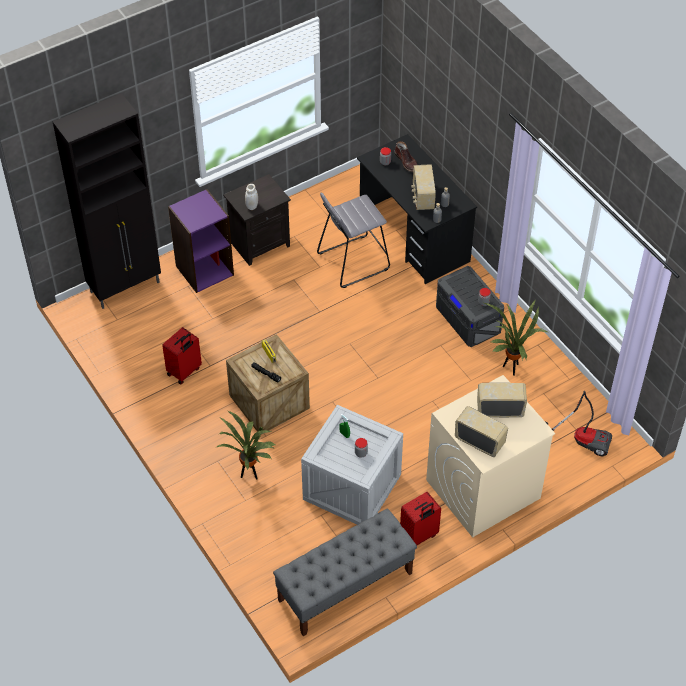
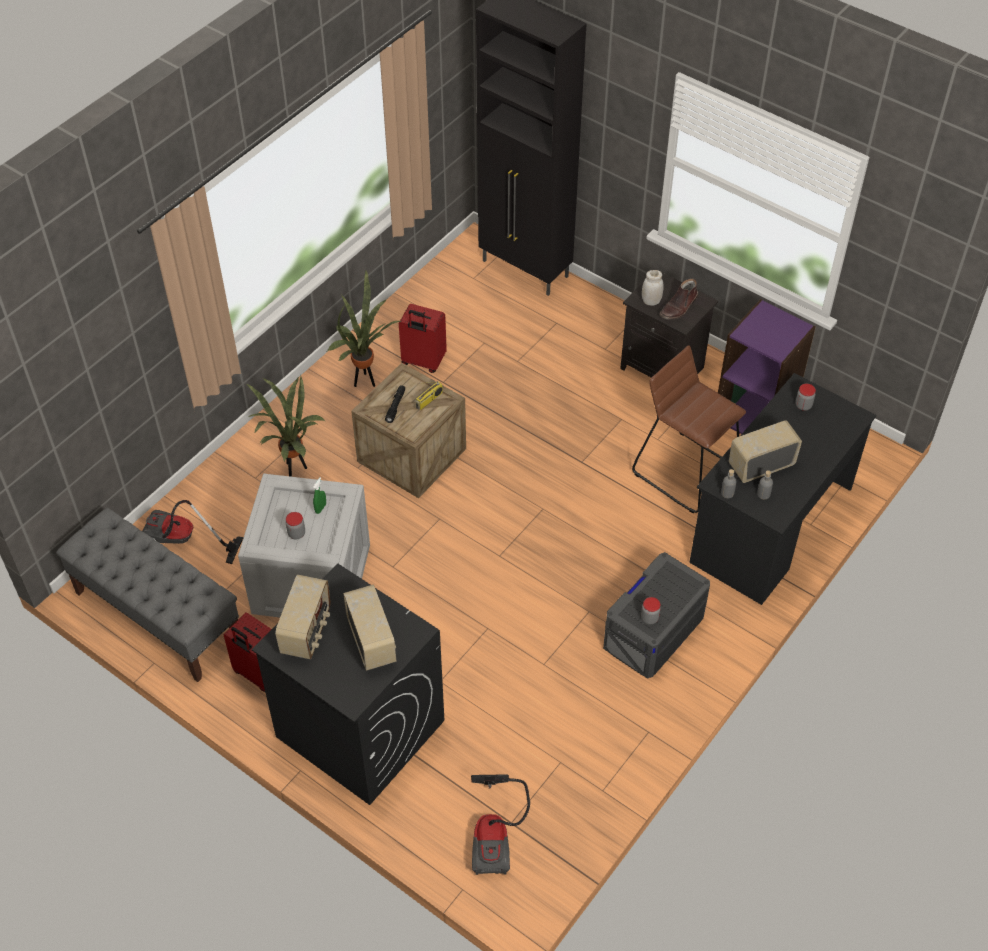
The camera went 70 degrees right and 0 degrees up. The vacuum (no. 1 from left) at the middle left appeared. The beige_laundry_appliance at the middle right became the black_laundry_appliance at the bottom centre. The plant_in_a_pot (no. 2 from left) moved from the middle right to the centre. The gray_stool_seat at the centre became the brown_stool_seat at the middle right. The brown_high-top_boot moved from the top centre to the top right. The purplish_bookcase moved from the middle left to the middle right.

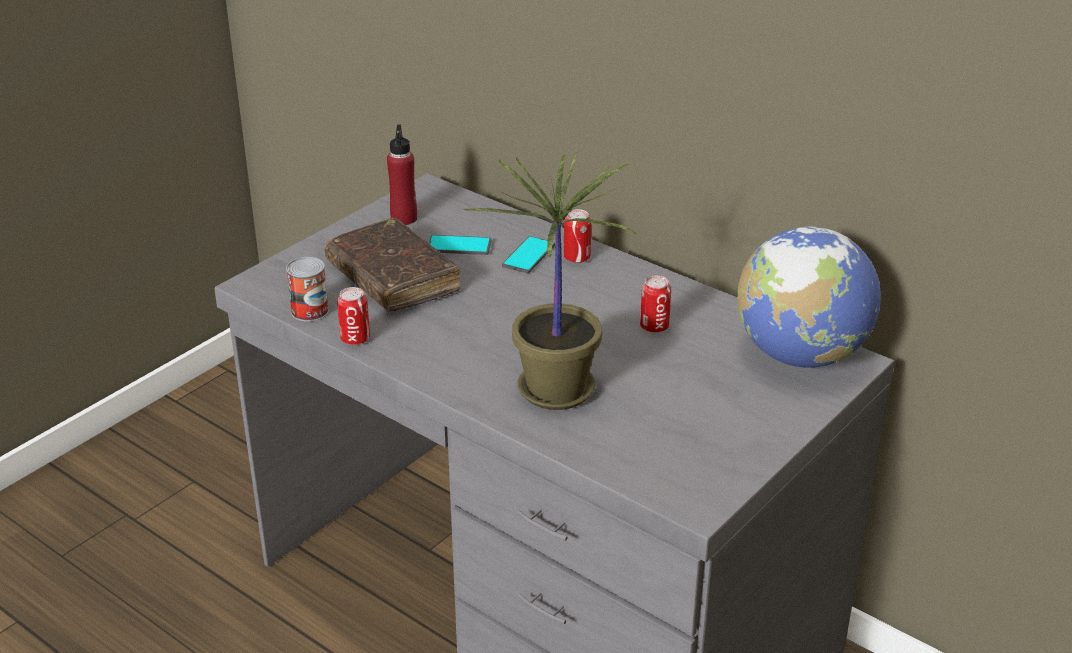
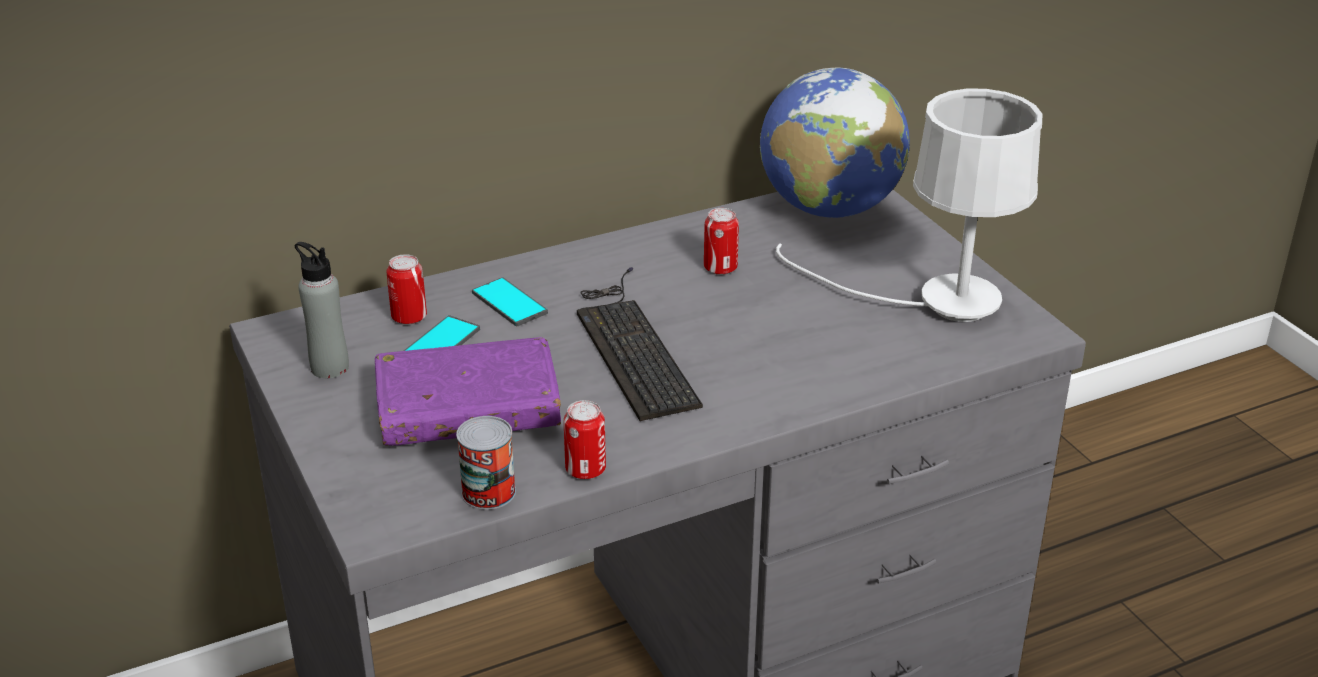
The camera went 65 degrees left and 0 degrees up. The red-coloured_beverage_bottle at the top centre became the gray_beverage_bottle at the middle left. The brown_book at the centre became the purplish_book at the centre. The sealed_can (no. 3 from left in the first image) moved from the centre to the middle left. The keyboard at the centre appeared. The white-coloured_table_lamp at the top right appeared. The plant_in_a_pot at the centre disappeared.

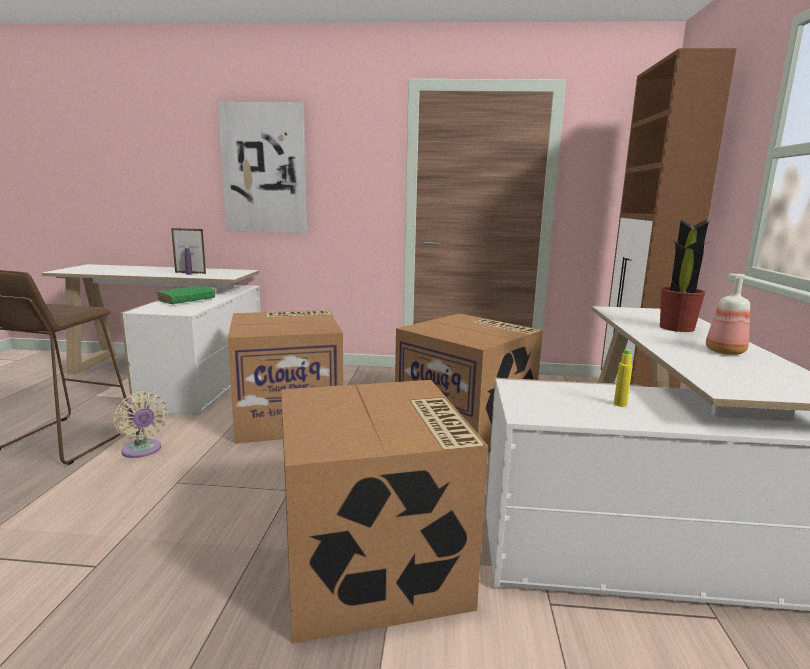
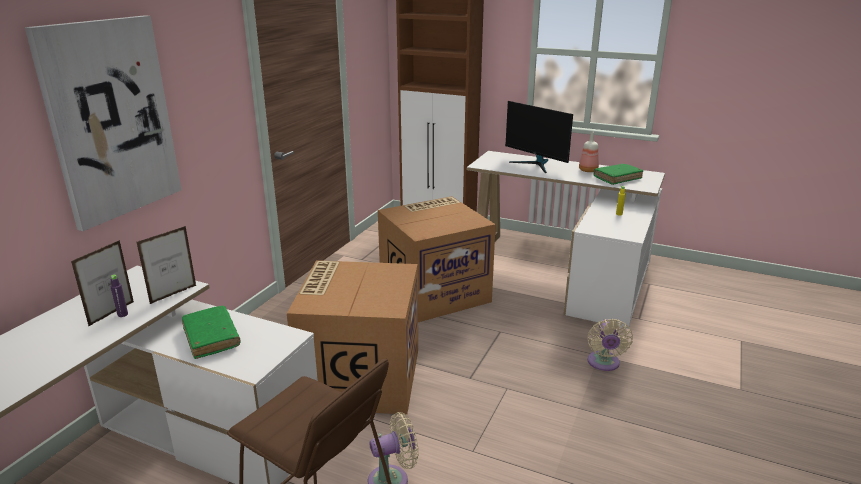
The camera went 70 degrees left and 10 degrees up. The picture_frame (no. 2 from left) at the middle left appeared. The plant_in_a_pot at the middle right was replaced by the monitor at the top centre. The packing_box (no. 2 from left) at the bottom centre was replaced by the beige_fan (no. 2 from left) at the bottom right. The green_book (no. 2 from left) at the middle right appeared.

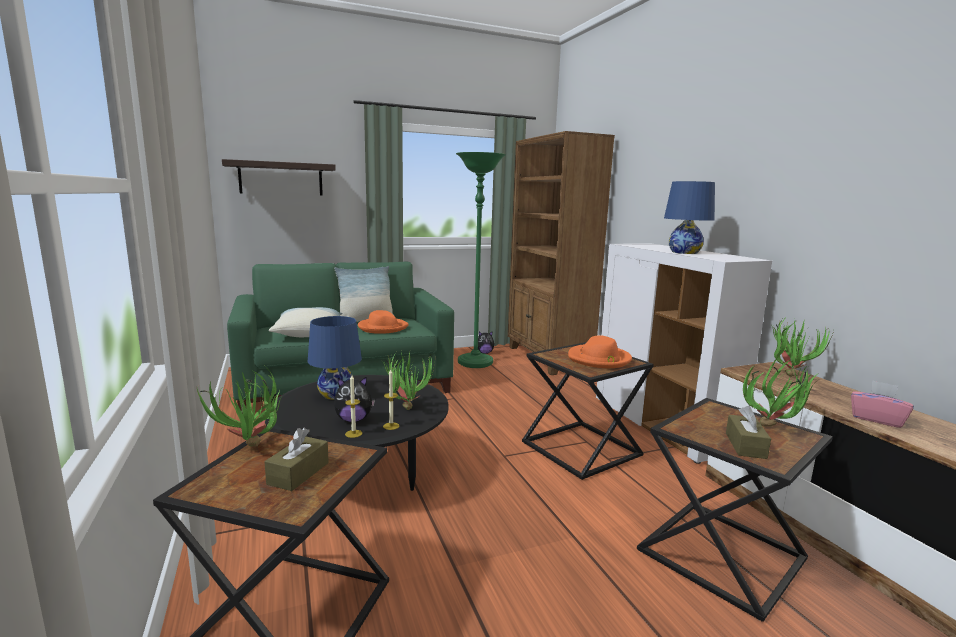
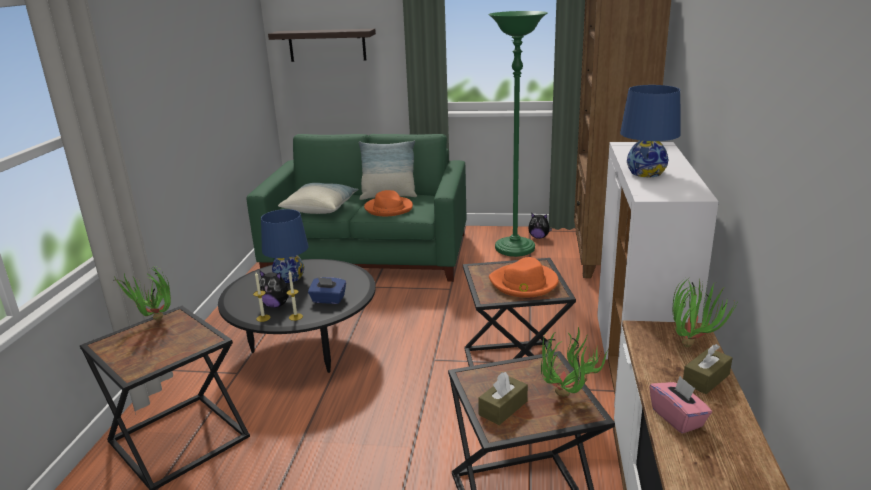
The camera went 30 degrees right and 10 degrees up. The plant_in_a_pot (no. 2 from left) at the centre was replaced by the blue_tissue_box at the centre. The brown_tissue_box (no. 1 from left in the first image) moved from the bottom left to the bottom right.

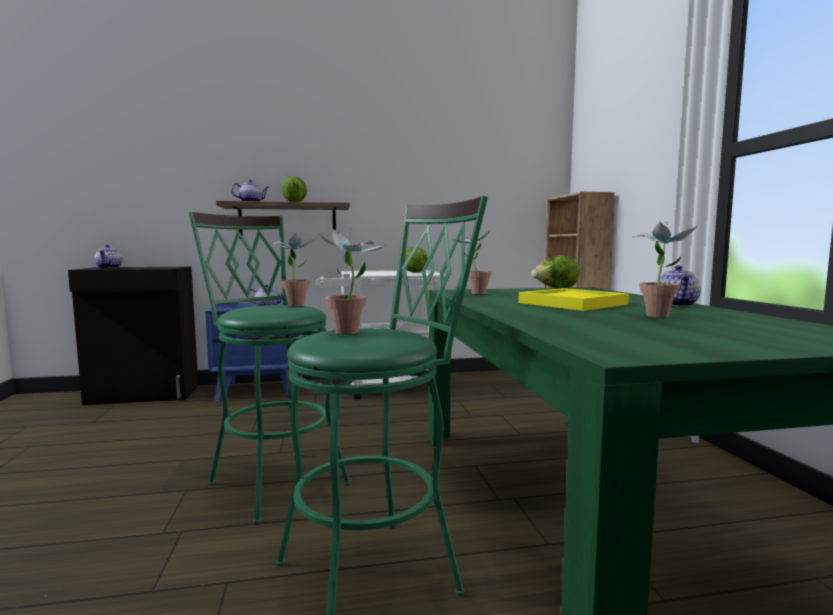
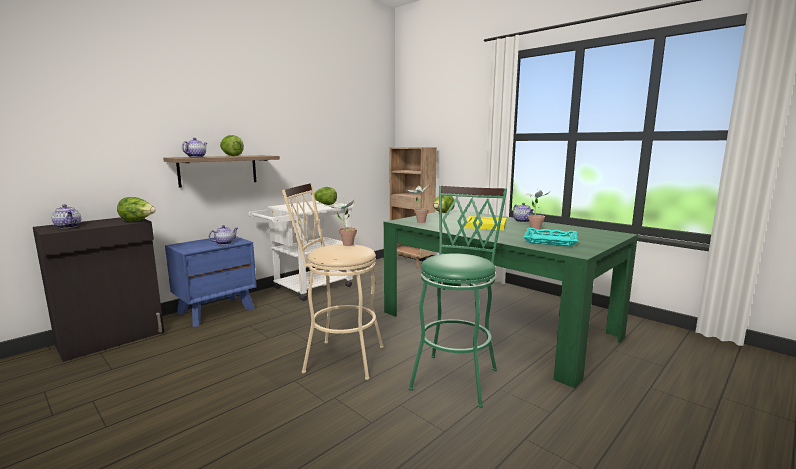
The camera went 35 degrees left and 5 degrees up. The lettuce (no. 1 from left) at the middle left appeared. The green_stool_seat (no. 1 from left) at the middle left became the beige_stool_seat at the centre. The blue-green_serving_tray at the middle right appeared. The plant_in_a_pot (no. 2 from left) at the centre disappeared.

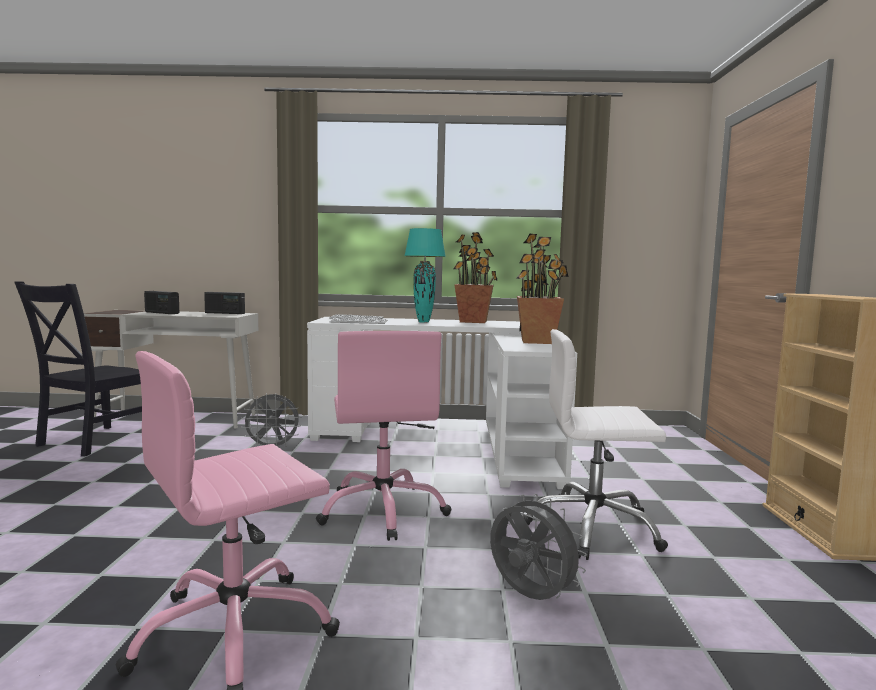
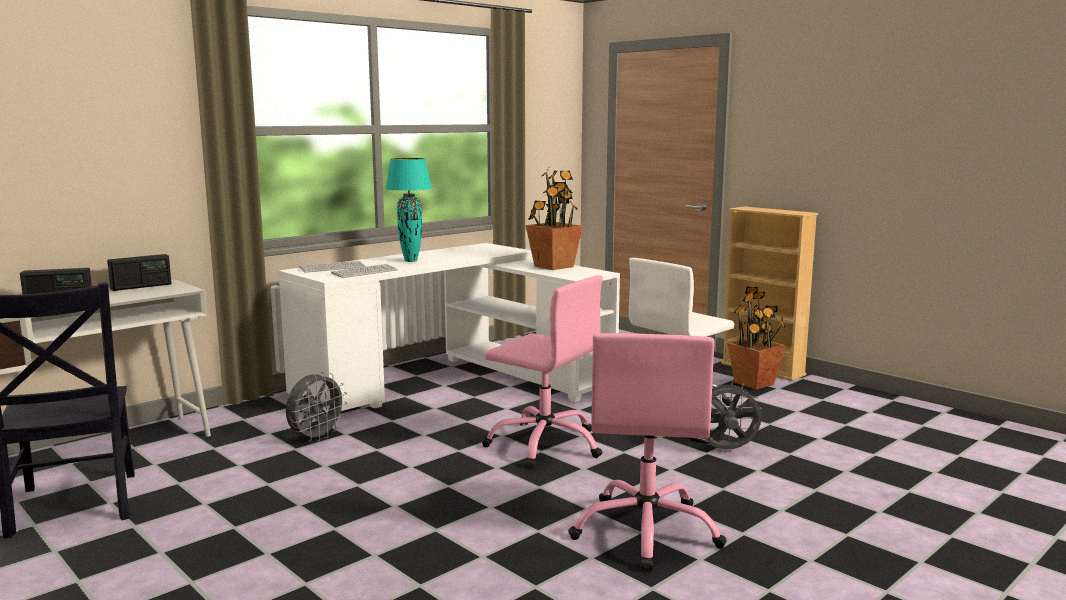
The camera went 45 degrees left and 5 degrees up. The plant_in_a_pot (no. 1 from left in the first image) moved from the centre to the middle right.

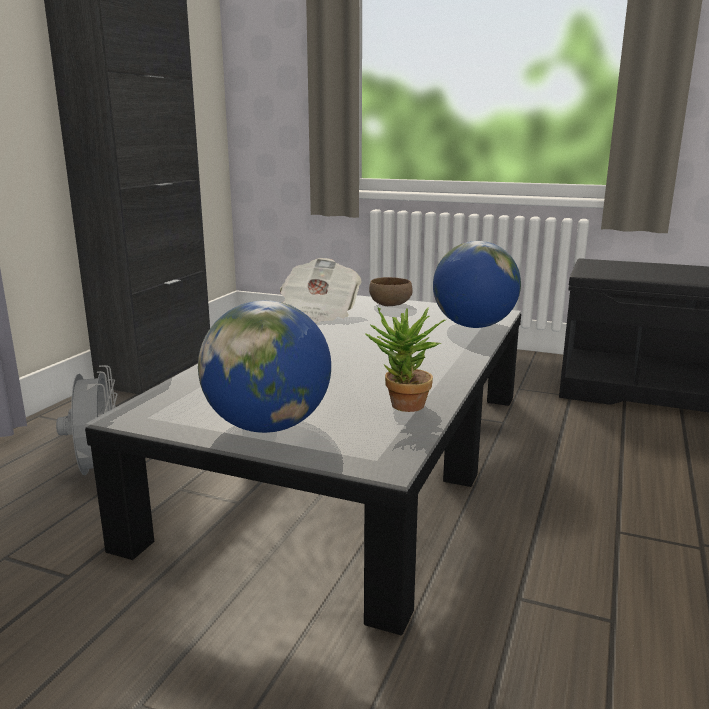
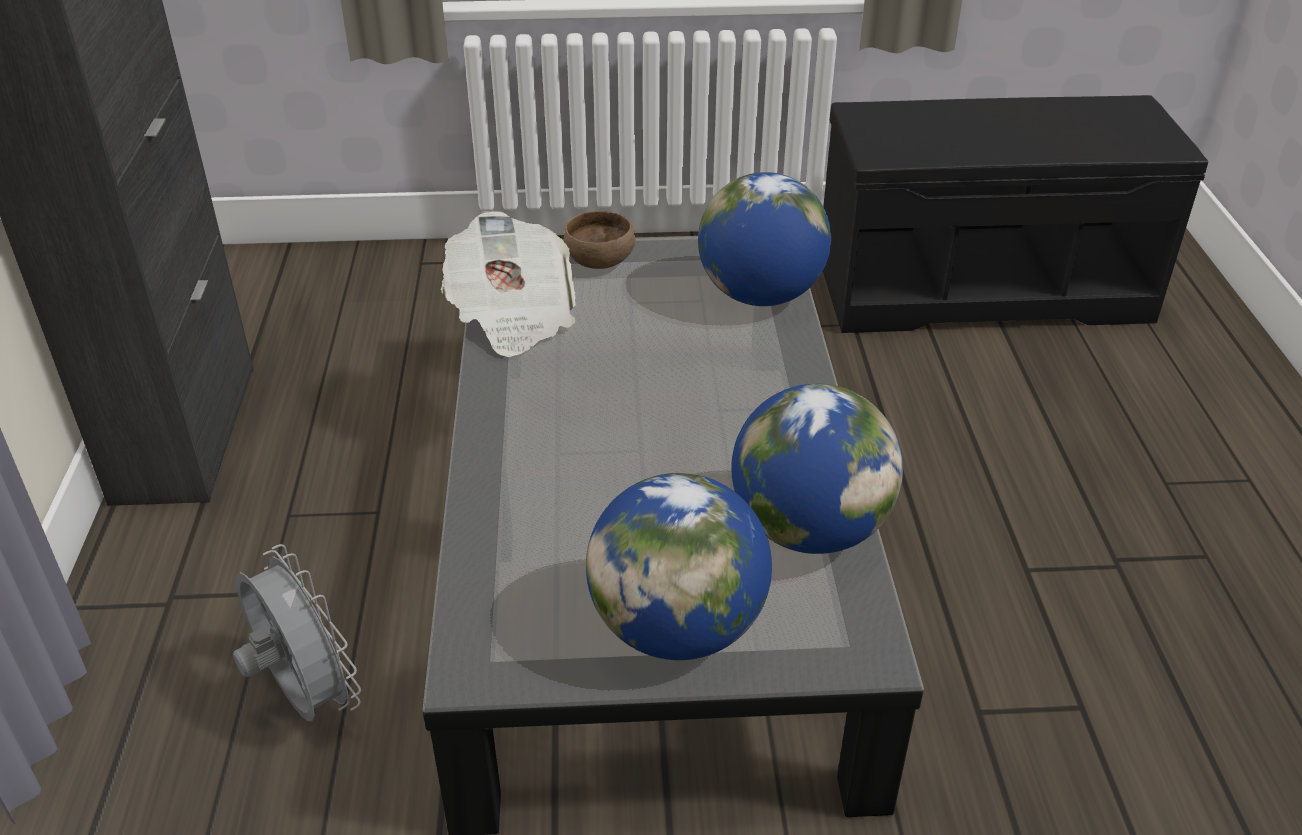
The camera went 25 degrees left and 20 degrees up. The plant_in_a_pot at the centre was replaced by the globe (no. 3 from left) at the centre.

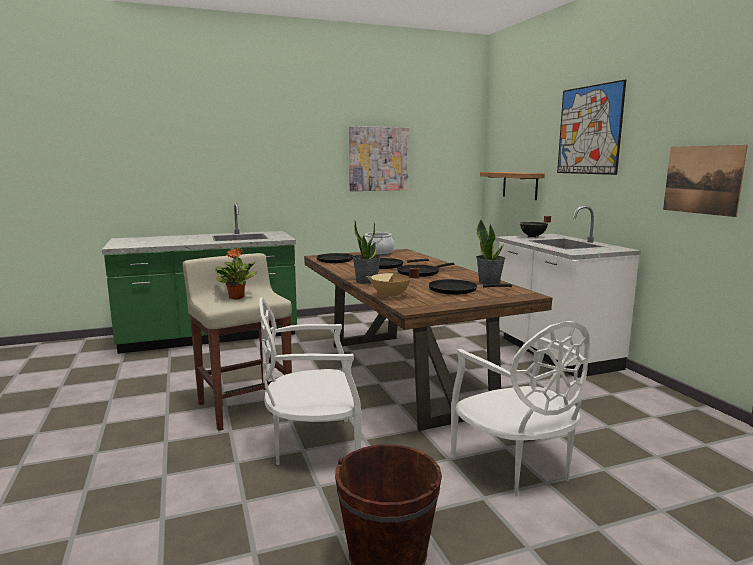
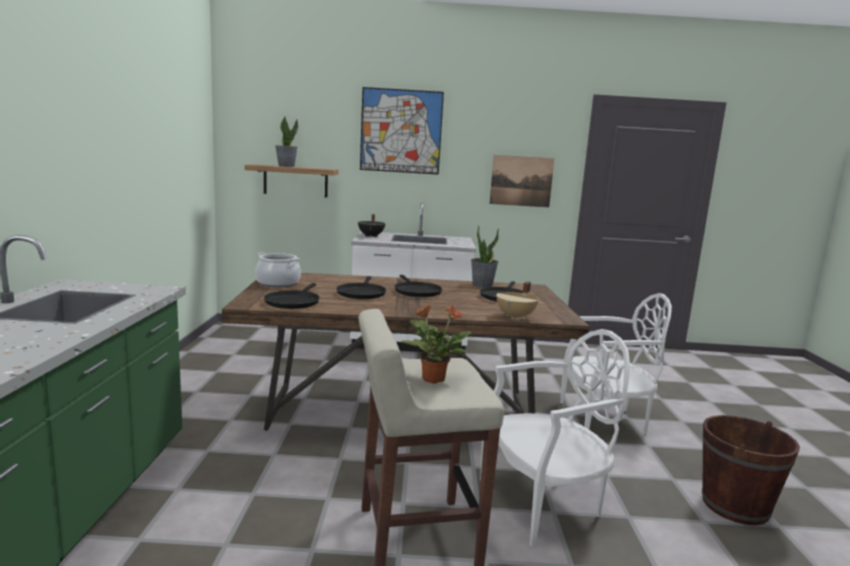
The camera went 70 degrees left and 0 degrees up. The plant_in_a_pot (no. 2 from left in the first image) moved from the centre to the top centre. The white-coloured_upright_chair (no. 1 from left) at the bottom centre turned 120 degrees counterclockwise. The picture (no. 1 from left) at the top centre disappeared.

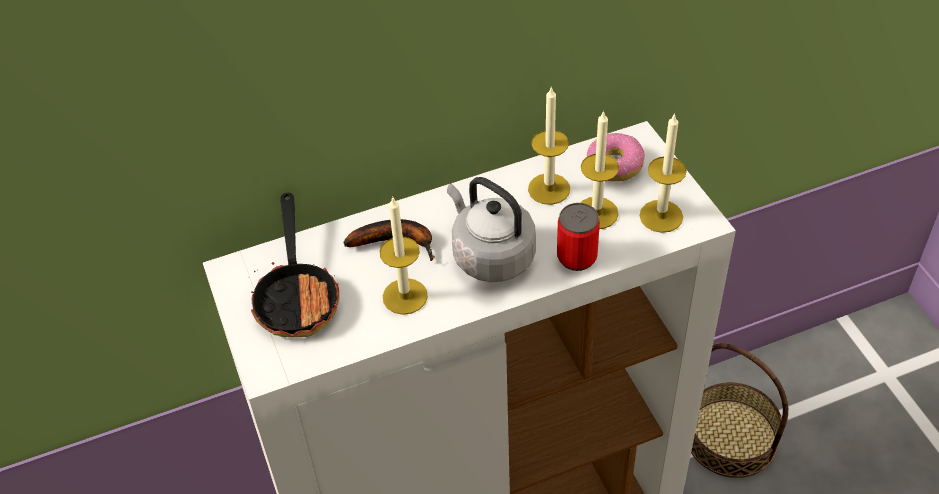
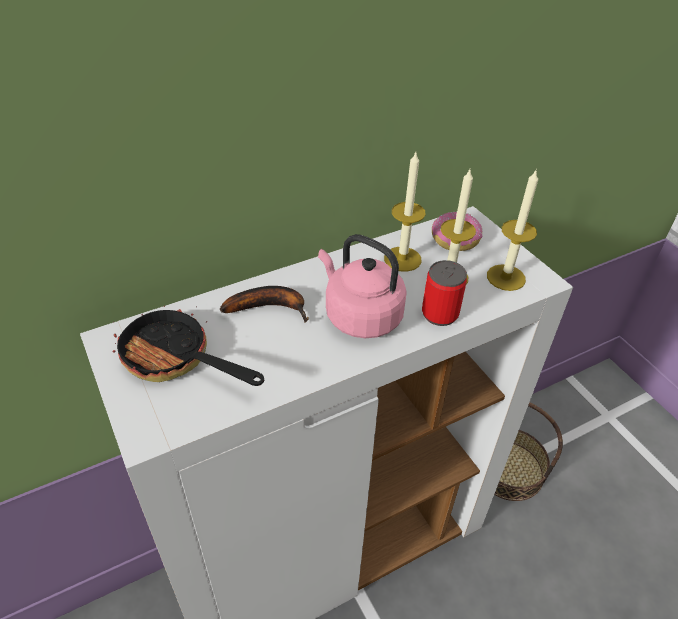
The camera went 10 degrees left and 5 degrees down. The pan at the middle left turned 135 degrees clockwise. The gray_tea_kettle at the centre became the pinkish_tea_kettle at the centre. The wax_light (no. 1 from left) at the centre disappeared.

